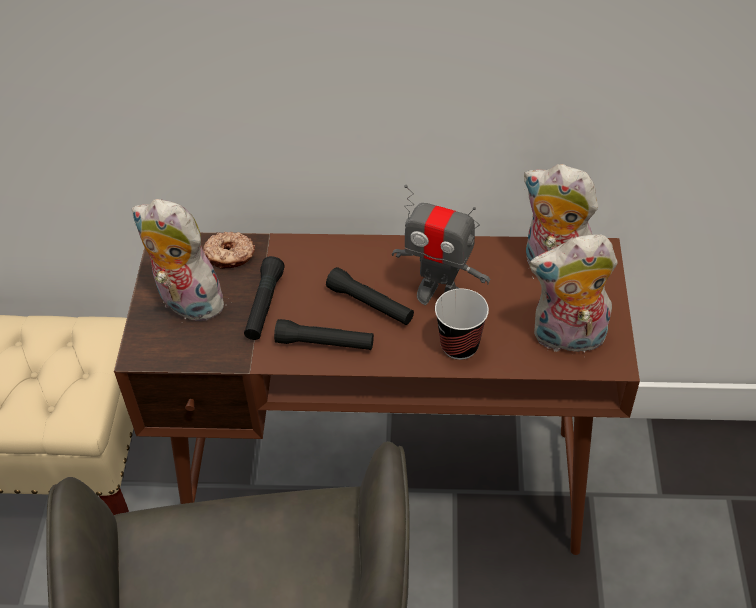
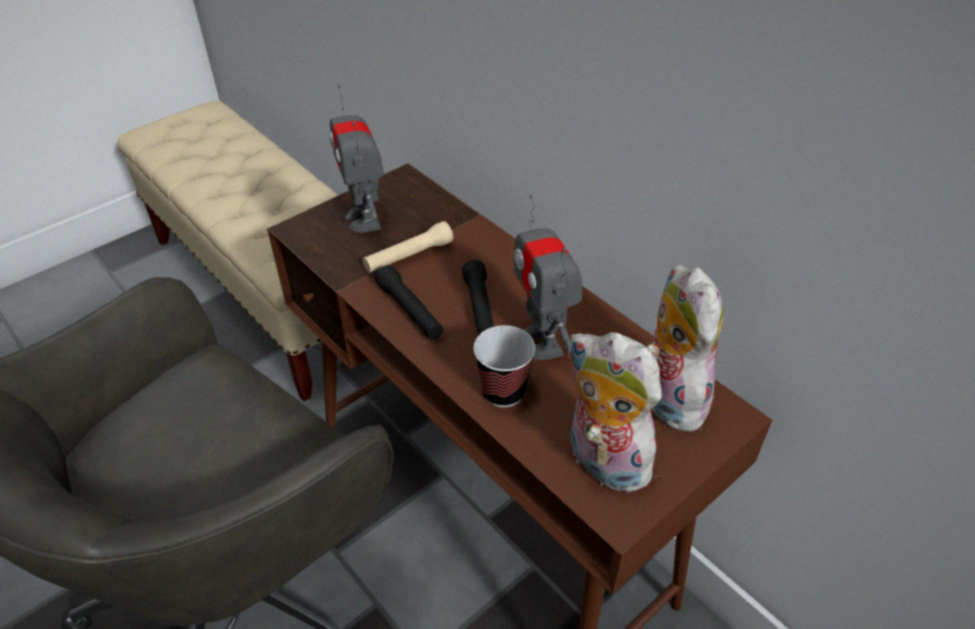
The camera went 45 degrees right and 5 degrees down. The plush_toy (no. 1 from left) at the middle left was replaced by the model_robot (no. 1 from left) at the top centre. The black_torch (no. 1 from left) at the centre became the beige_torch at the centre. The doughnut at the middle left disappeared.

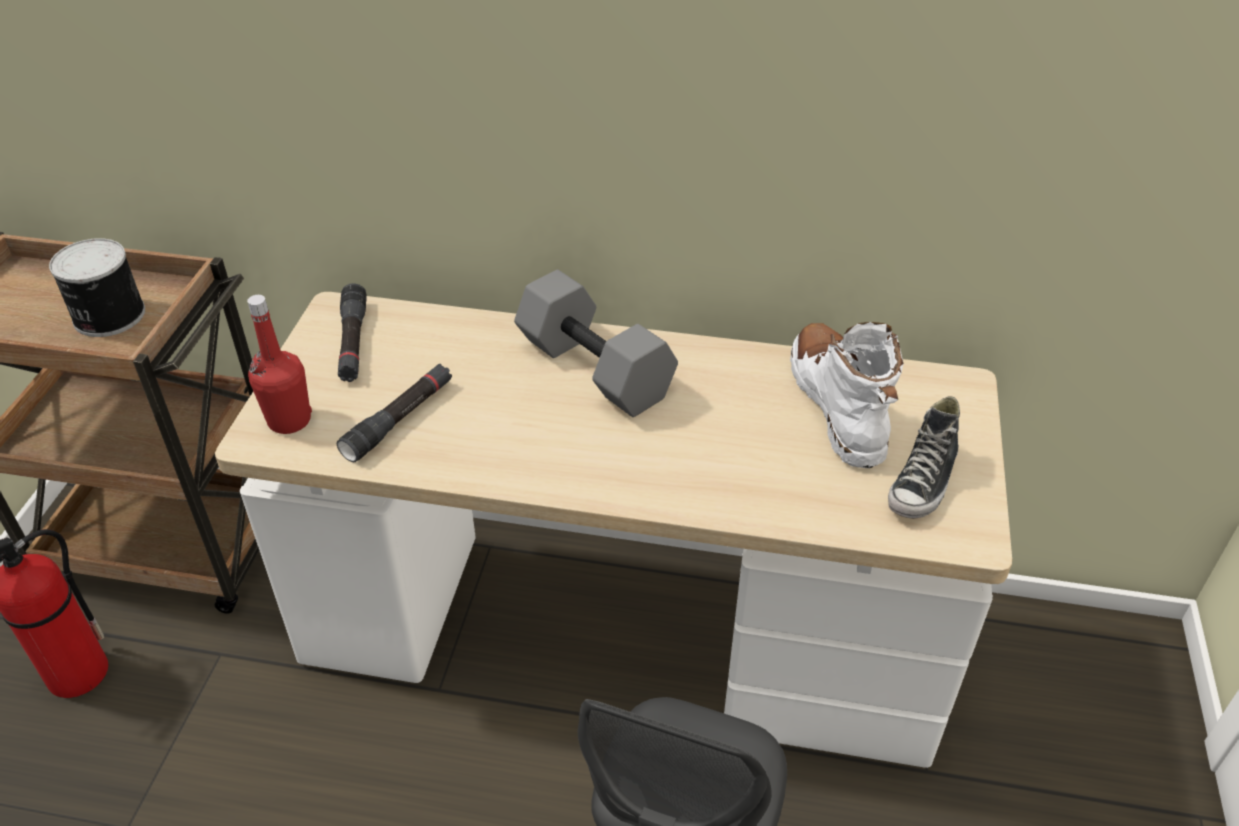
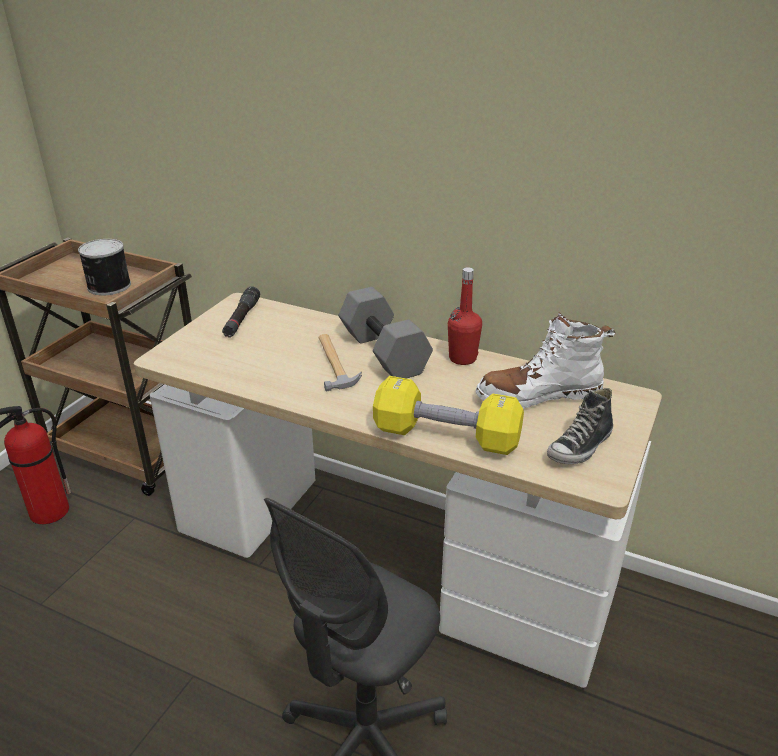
The camera went 15 degrees right and 10 degrees down. The tool_hammer at the centre appeared. The yellowish_hand_weight at the centre appeared. The red-coloured_beverage_bottle moved from the middle left to the centre. The white-coloured_high-top_boot at the middle right turned 105 degrees counterclockwise. The black_torch (no. 2 from left) at the middle left disappeared.

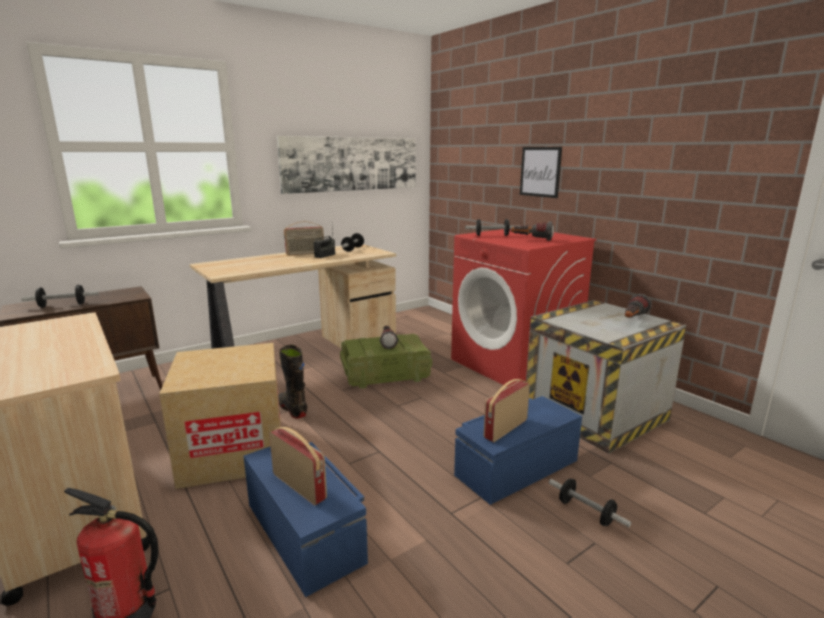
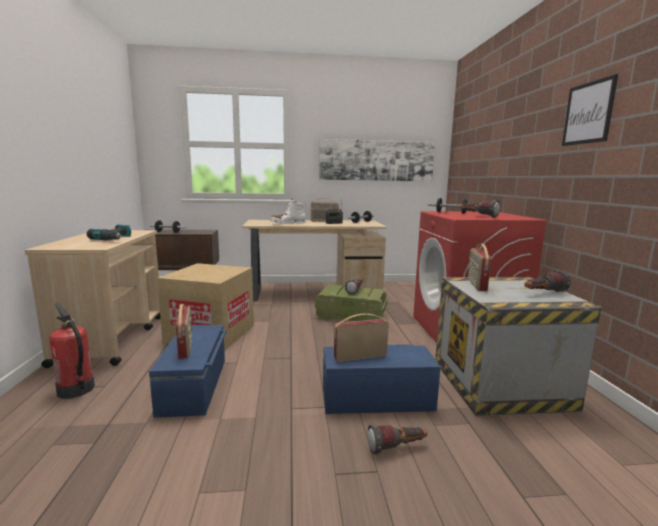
The camera went 30 degrees right and 5 degrees down. The electric_drill at the middle left appeared. The white-coloured_high-top_boot at the centre appeared. The hand_weight (no. 4 from left) at the bottom right was replaced by the torch (no. 2 from left) at the bottom centre. The radio_receiver (no. 5 from left) at the middle right appeared. The picture (no. 2 from left) moved from the top centre to the top right. The black_high-top_boot at the centre disappeared.

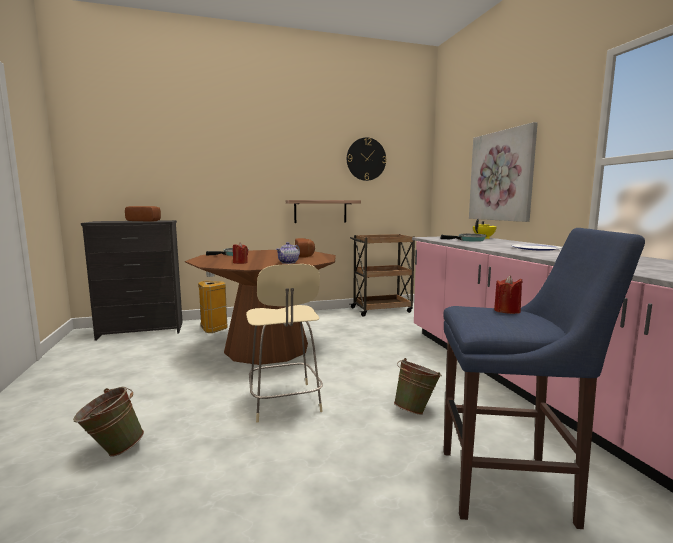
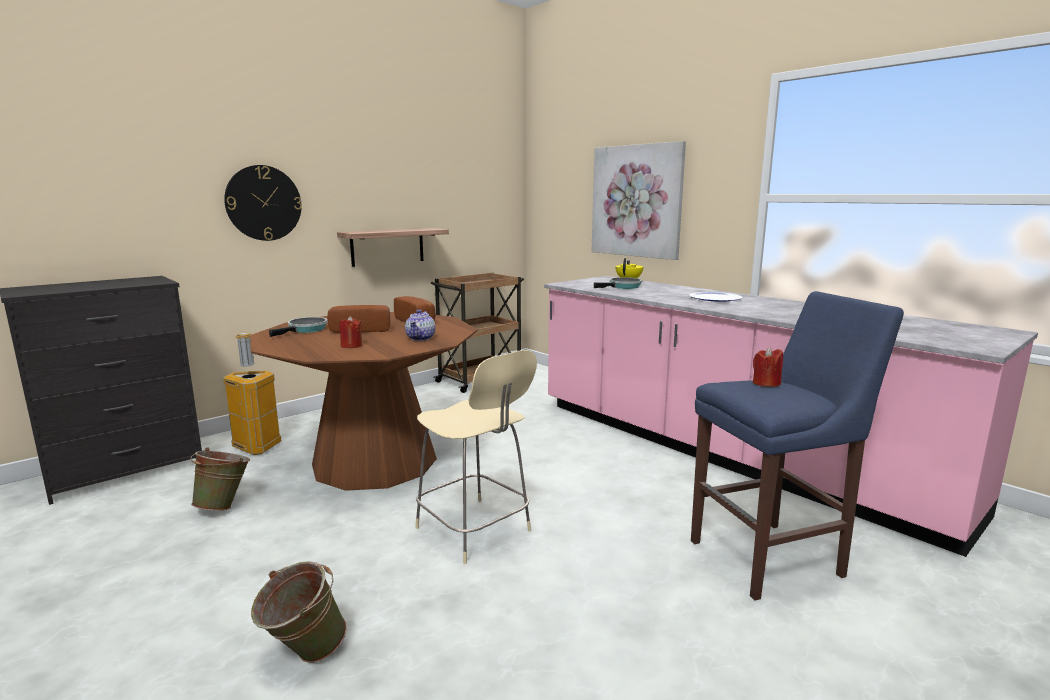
The camera went 25 degrees left and 5 degrees up. The green_water_bucket (no. 2 from left in the first image) moved from the bottom centre to the bottom left. The wall_clock moved from the top centre to the top left. The bakery_bread (no. 1 from left) moved from the middle left to the centre.

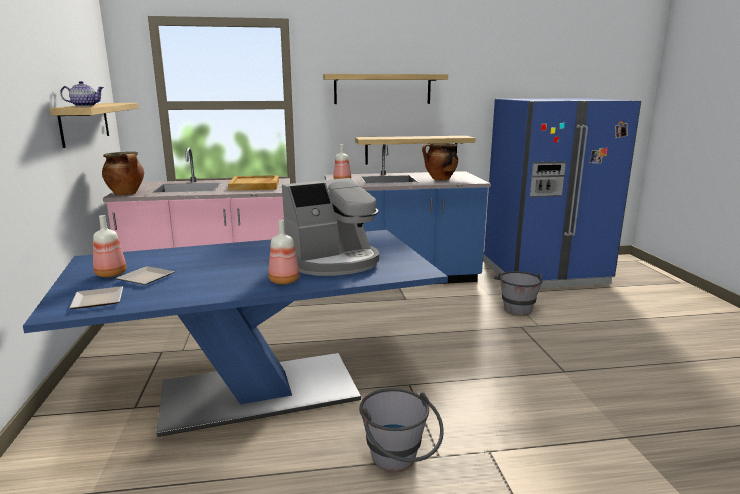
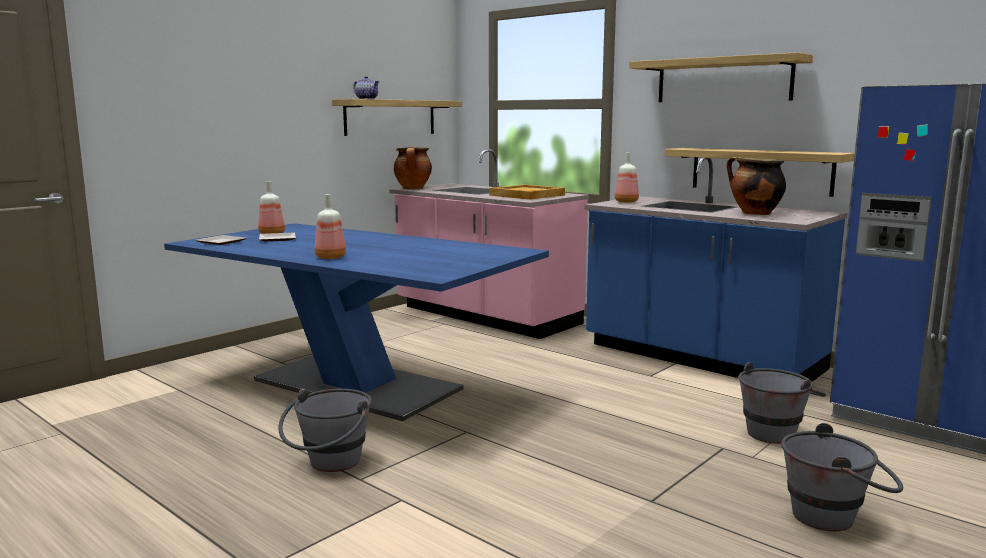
The camera went 50 degrees right and 5 degrees down. The gray_water_bucket (no. 3 from left) at the bottom right appeared. The coffee_brewer at the centre disappeared.

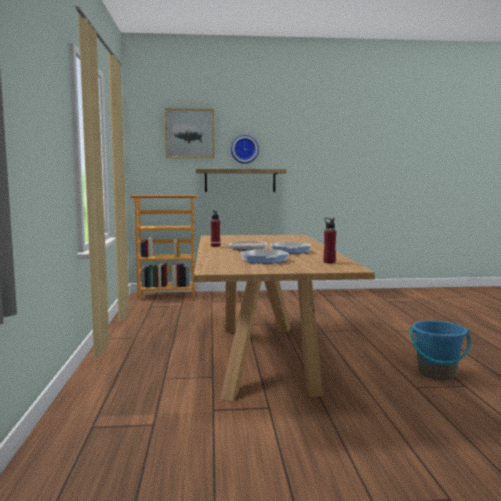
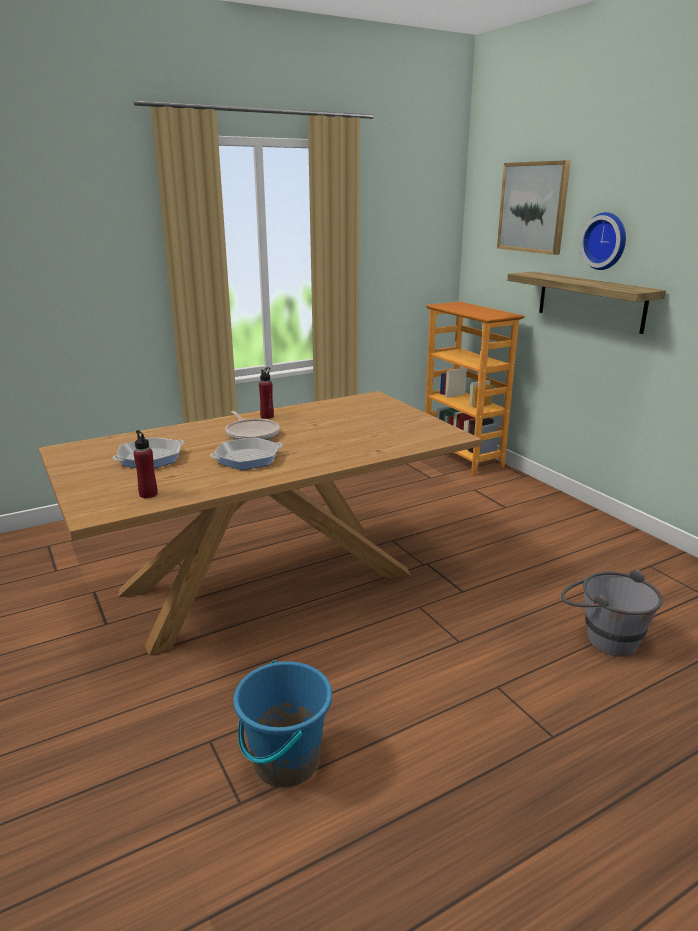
The camera went 65 degrees right and 15 degrees up. The gray_water_bucket at the middle right appeared.

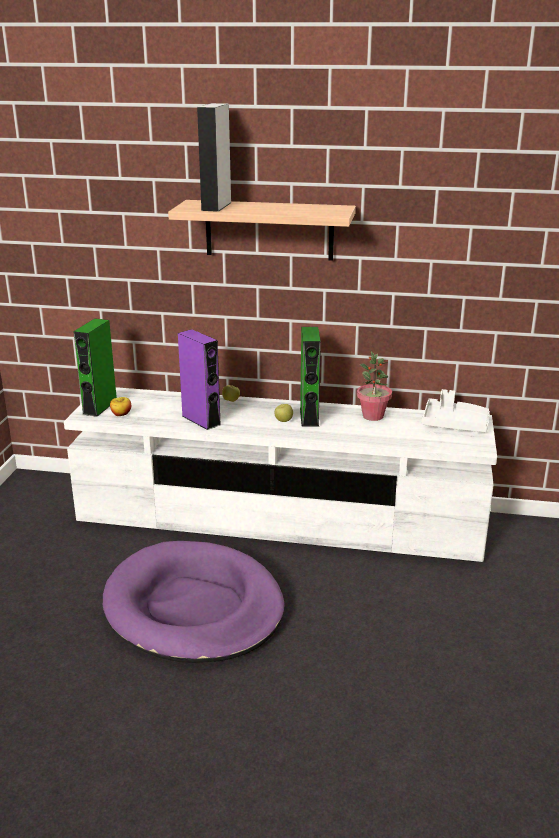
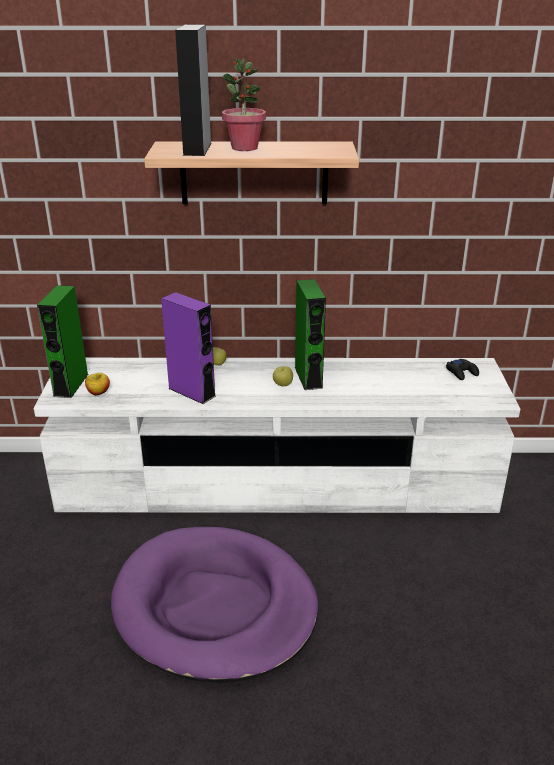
The camera went 10 degrees left and 5 degrees up. The plant_in_a_pot moved from the middle right to the top centre. The white-coloured_serving_tray at the middle right was replaced by the black_joypad at the middle right.

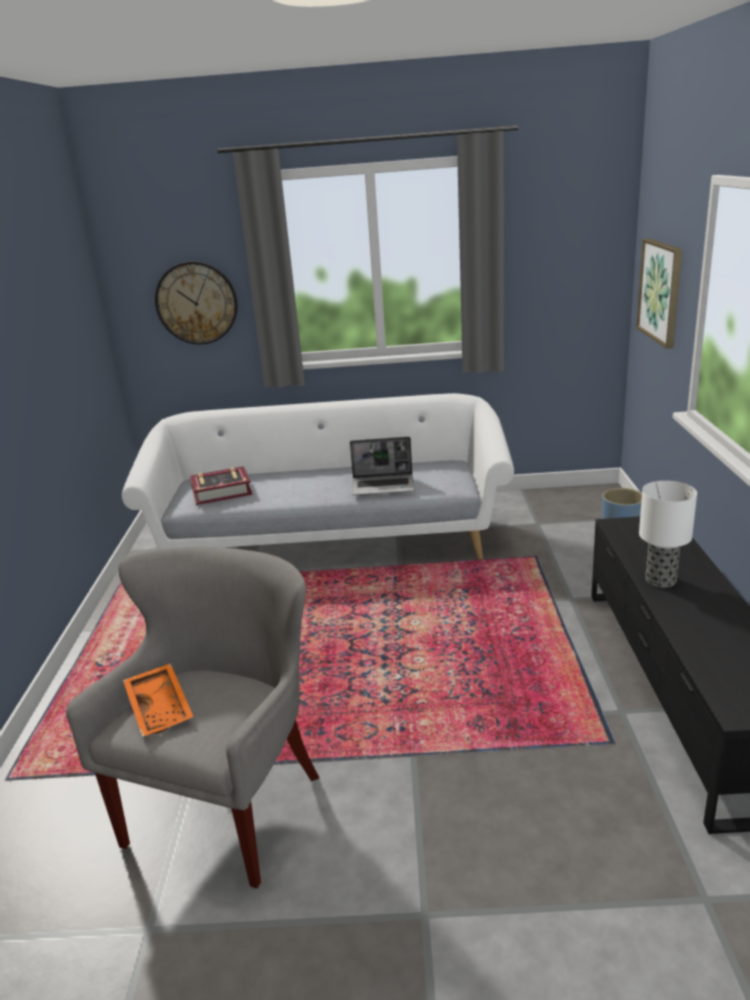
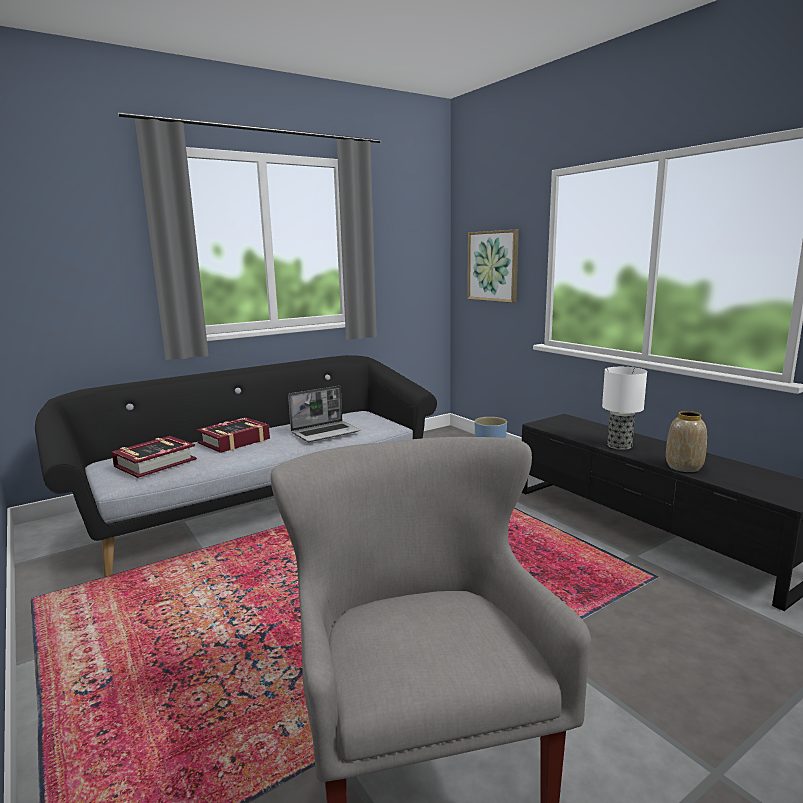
The camera went 35 degrees left and 10 degrees down. The white-coloured_settee at the centre became the black_settee at the middle left. The book (no. 2 from left) at the middle left appeared. The decorative_vase at the middle right appeared. The orangey_serving_tray at the bottom left disappeared. The wall_clock at the top left disappeared.

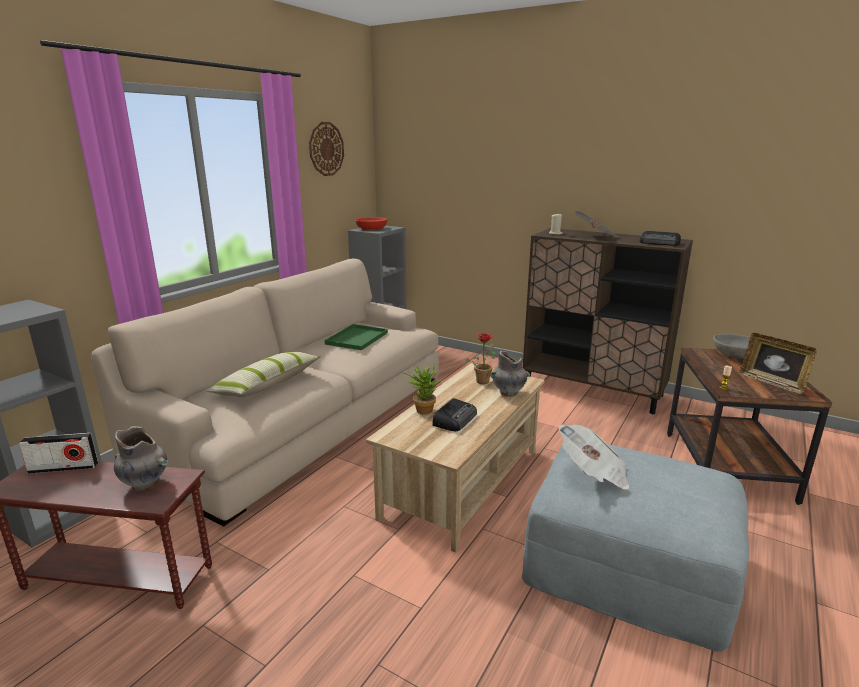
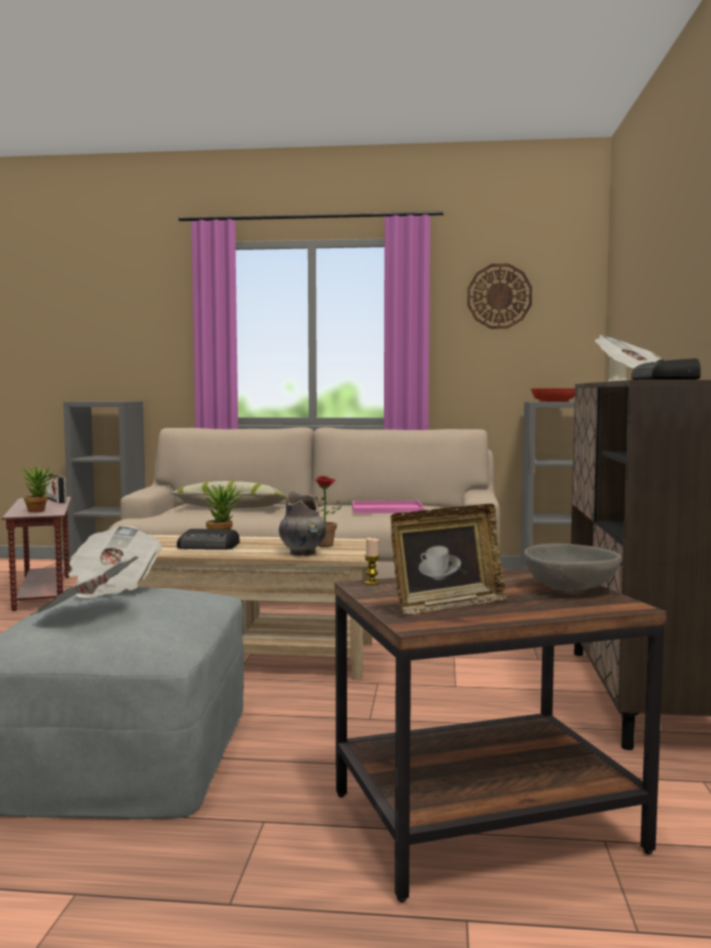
The camera went 65 degrees right and 15 degrees down. The gray_decorative_vase (no. 1 from left) at the bottom left was replaced by the plant_in_a_pot (no. 1 from left) at the middle left. The printed_paper (no. 1 from left) at the middle left appeared. The green_serving_tray at the centre became the pinkish_serving_tray at the centre. The picture_frame at the middle right turned 150 degrees counterclockwise.

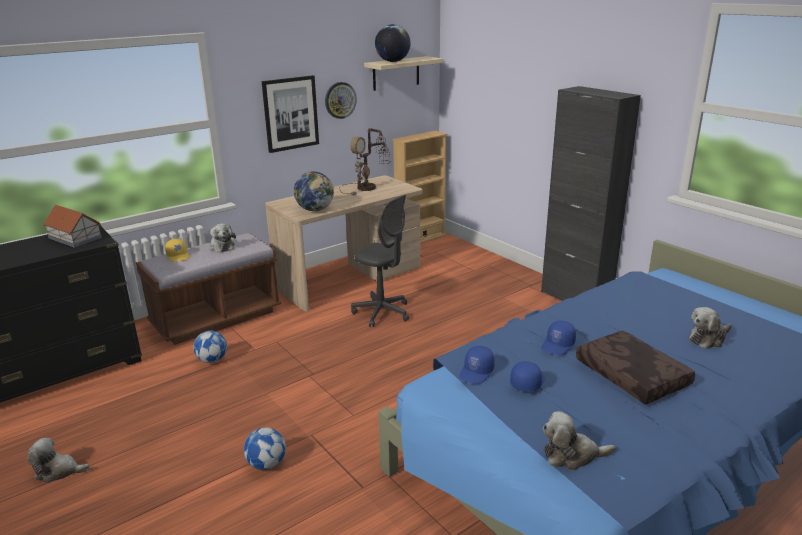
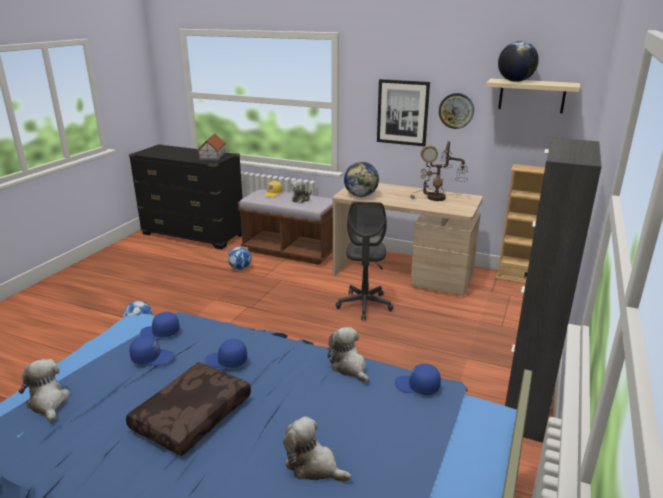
The camera went 60 degrees right and 0 degrees up. The plush_toy (no. 1 from left in the first image) moved from the bottom left to the bottom centre. The blue_baseball_cap (no. 4 from left) at the bottom centre appeared.

